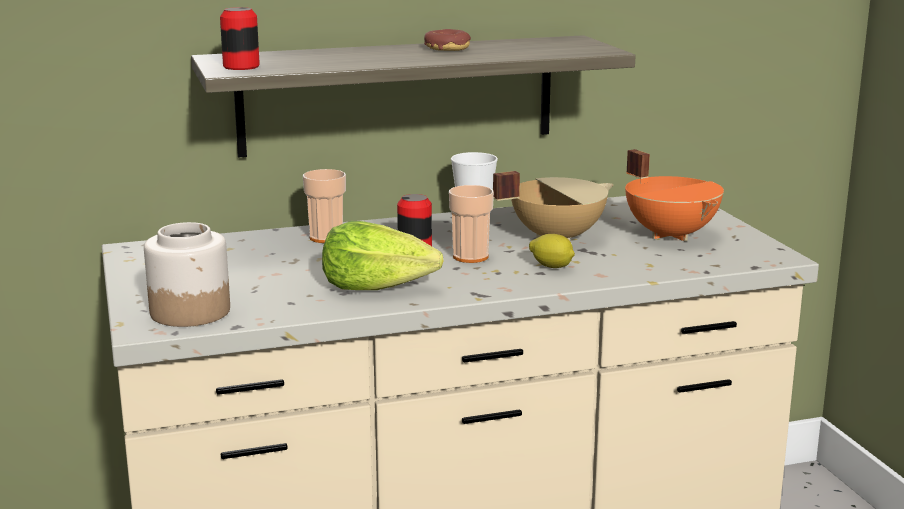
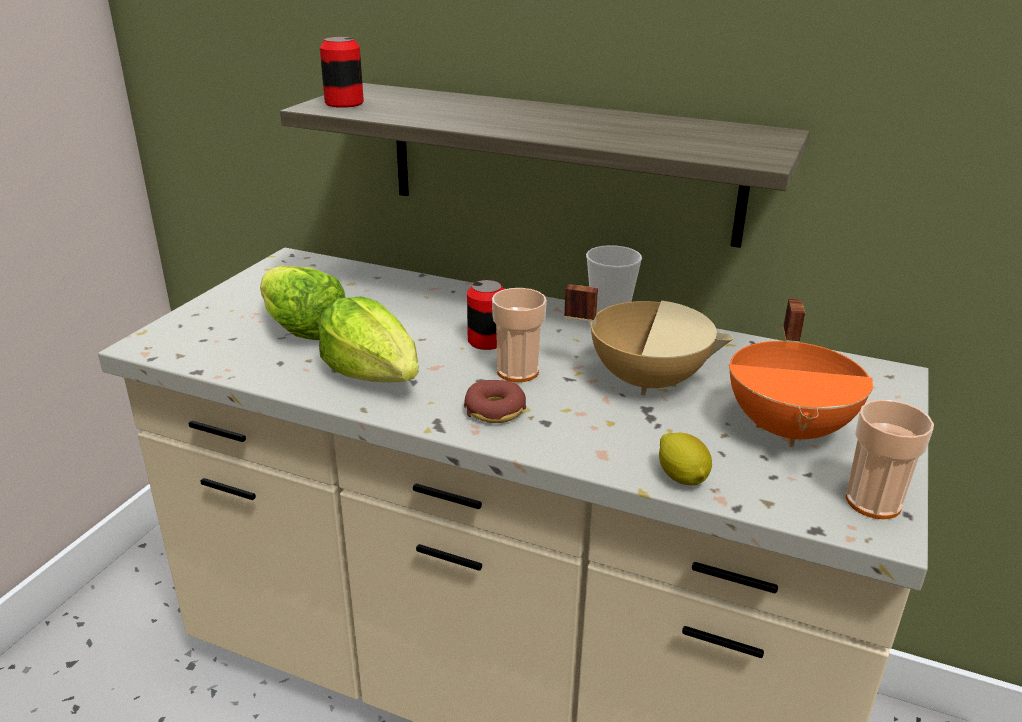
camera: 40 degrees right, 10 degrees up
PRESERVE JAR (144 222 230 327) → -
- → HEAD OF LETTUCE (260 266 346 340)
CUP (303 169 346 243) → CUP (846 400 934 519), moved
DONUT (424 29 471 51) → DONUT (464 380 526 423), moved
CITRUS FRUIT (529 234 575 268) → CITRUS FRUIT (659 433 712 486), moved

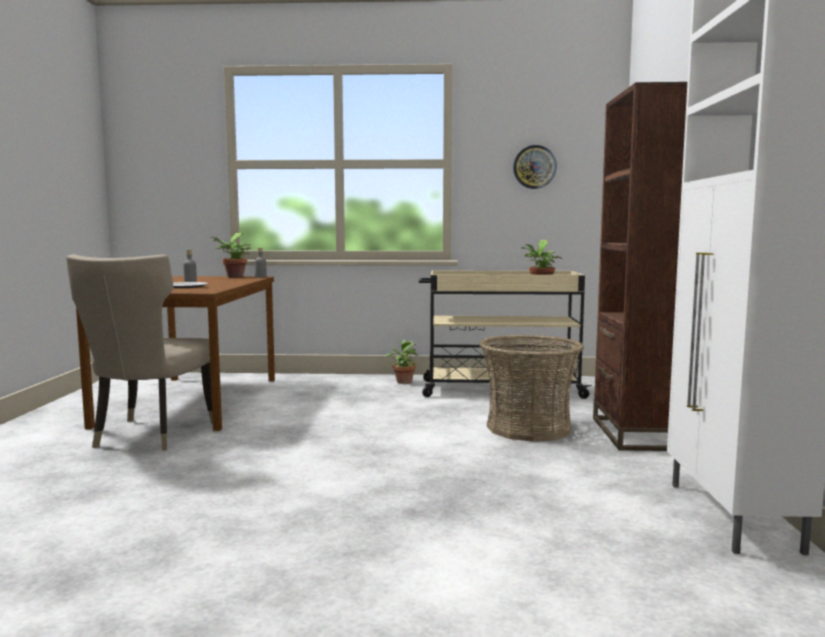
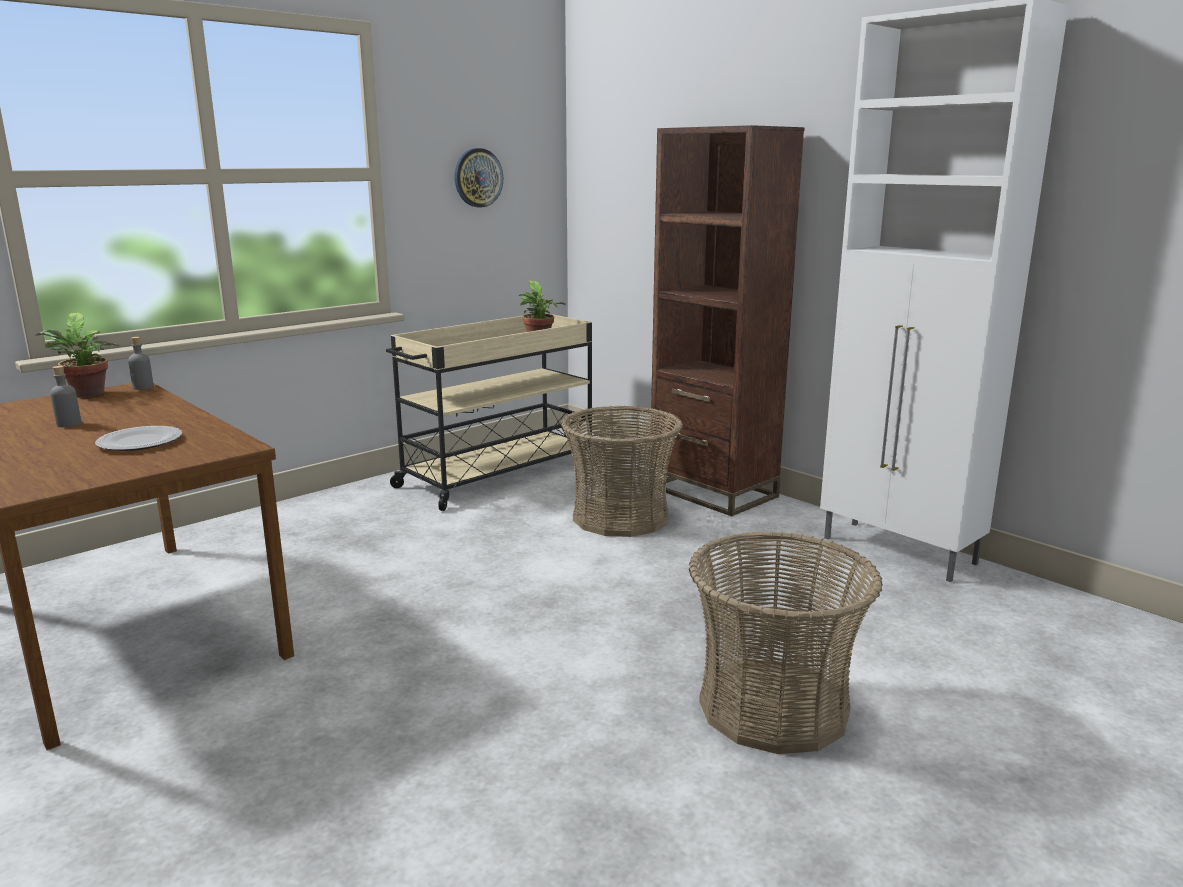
camera: 45 degrees left, 10 degrees up
BEIGE-COLOURED PLAIN CHAIR (66 254 213 451) → -
HOUSEPLANT (384 340 418 384) → -
- → BASKET (689 531 883 754)

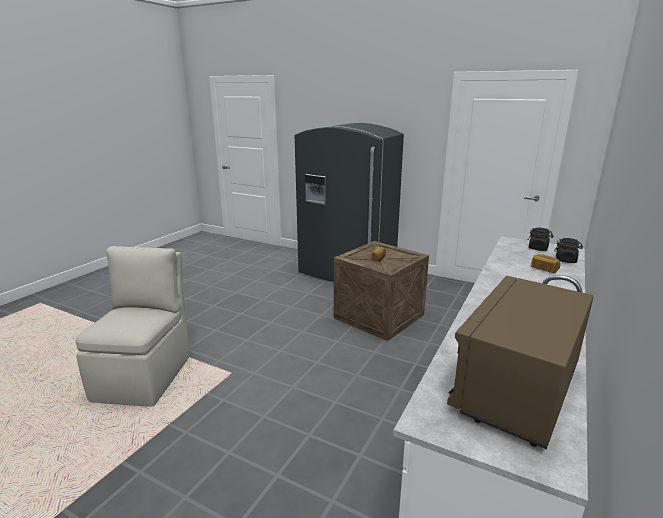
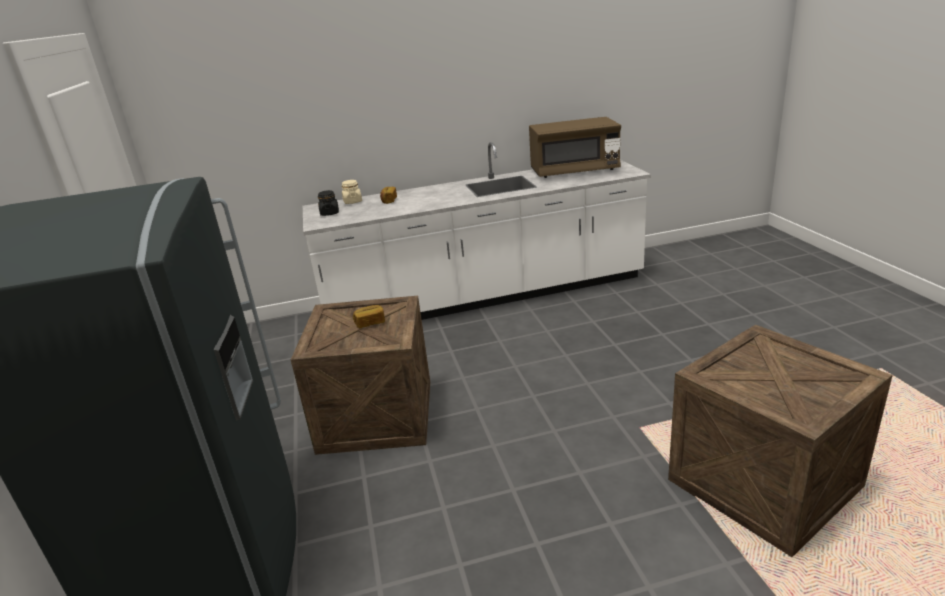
camera: 130 degrees left, 5 degrees up
BEIGE-COLOURED PLAIN CHAIR (76 246 190 407) → SHIPPING CRATE (668 325 893 557)
BLACK PRESERVE JAR (554 238 583 263) → BEIGE-COLOURED PRESERVE JAR (342 180 362 204)

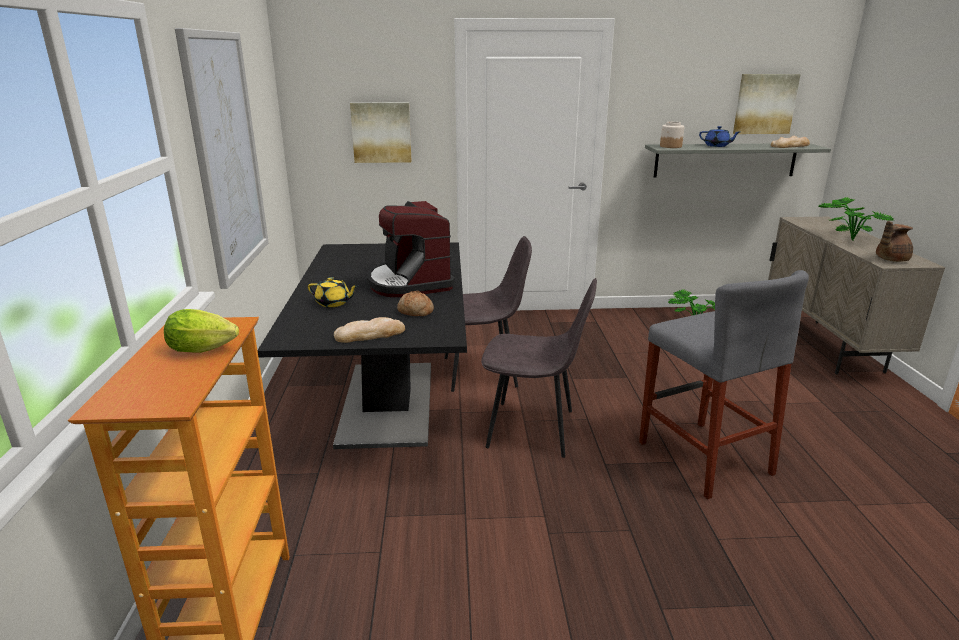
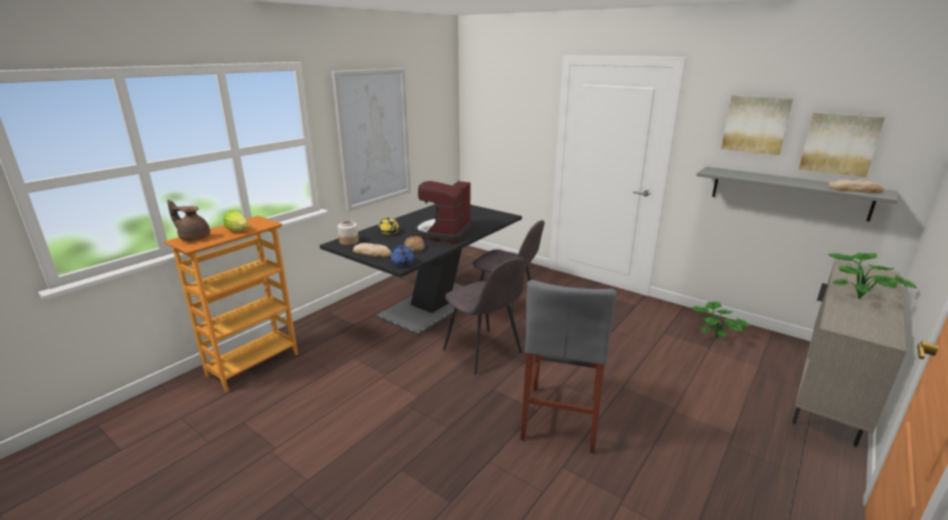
camera: 40 degrees right, 0 degrees up
WALL PICTURE (350 102 412 163) → WALL PICTURE (721 95 793 155), moved
PRESERVE JAR (660 122 684 148) → PRESERVE JAR (338 220 359 245), moved
BLUISH POT FOR TEA (699 126 739 147) → BLUISH POT FOR TEA (390 245 414 266), moved
BROWN POT FOR TEA (876 221 913 262) → BROWN POT FOR TEA (167 200 210 241), moved

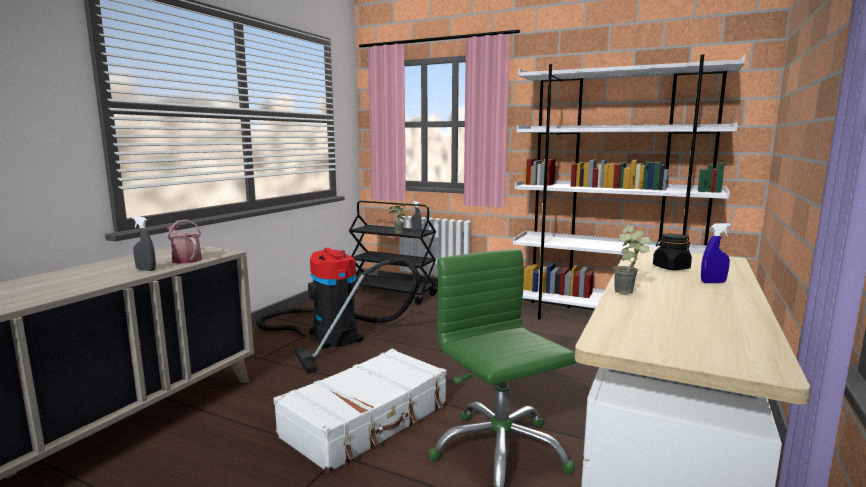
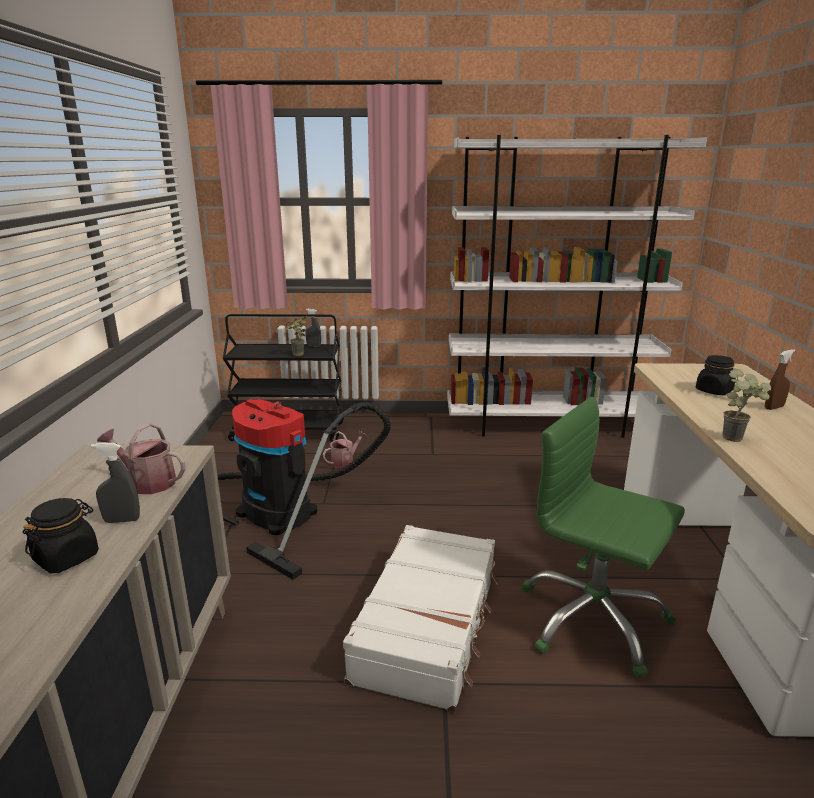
camera: 25 degrees left, 10 degrees up
- → BLACK PRESERVE JAR (23 498 99 573)
- → WATERING CAN (323 431 367 468)
BLUISH HAND SPRAYER (701 223 731 283) → BROWN HAND SPRAYER (765 349 795 410)

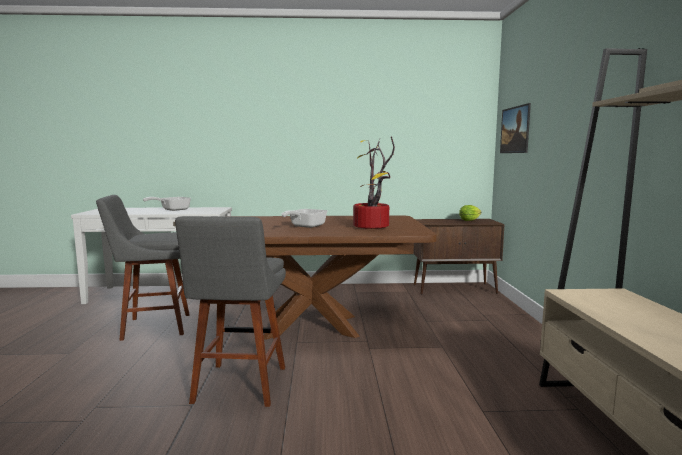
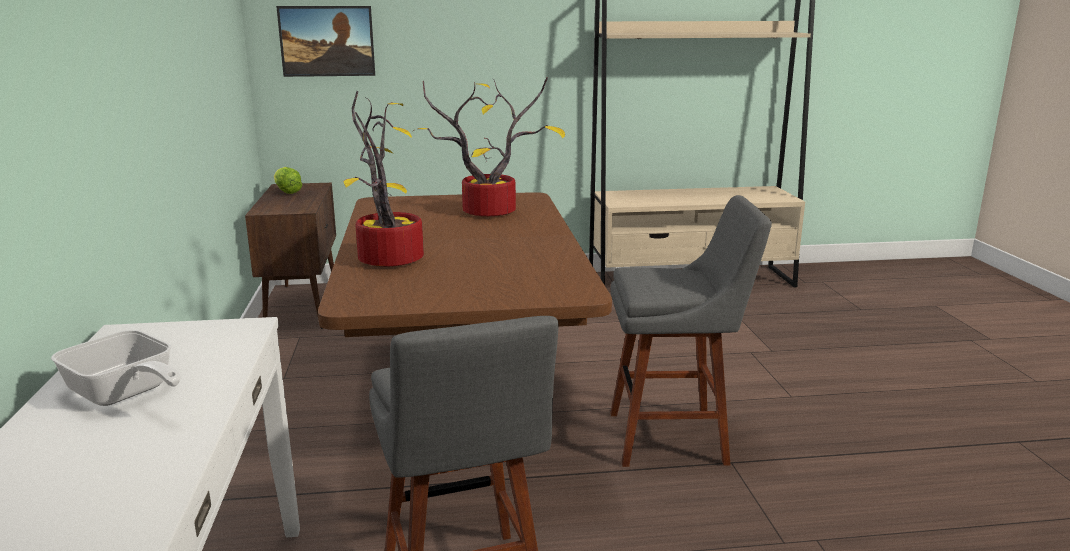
camera: 95 degrees left, 10 degrees up
PAN (282 209 327 228) → -
- → HOUSEPLANT (344 91 424 266)

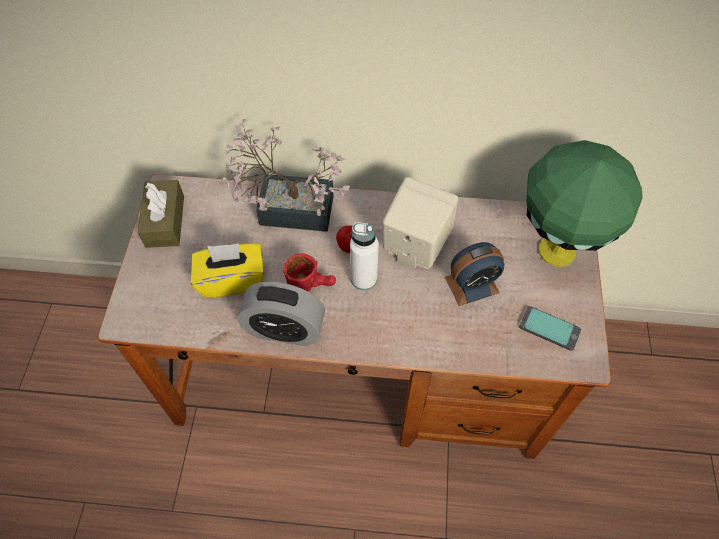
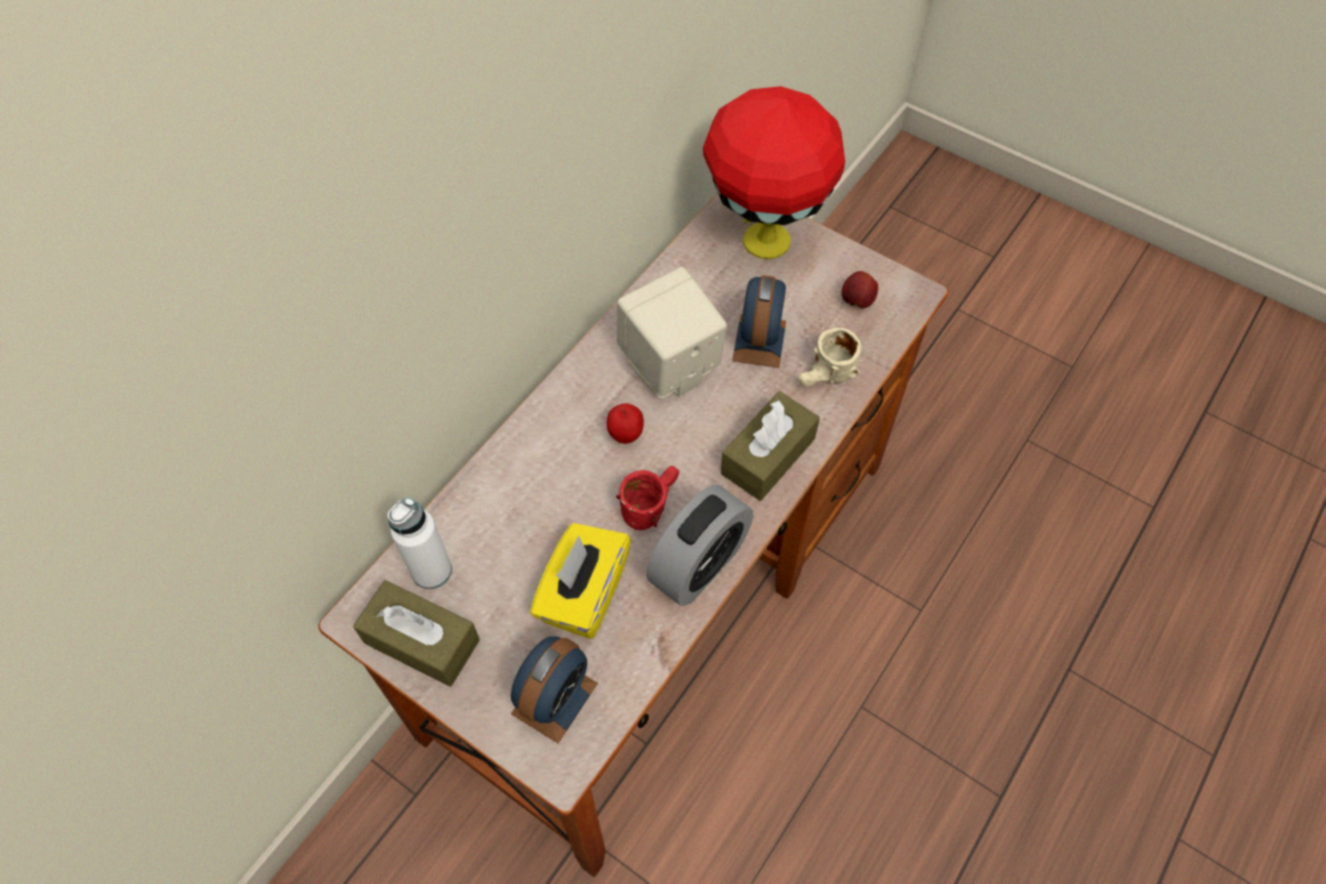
camera: 60 degrees left, 0 degrees up
HOUSEPLANT (222 119 350 232) → -
- → TABLE CLOCK (511 636 598 743)
- → BROWN BOX OF TISSUES (721 391 820 501)
- → BEIGE-COLOURED MUG (798 327 861 386)
WHITISH BEVERAGE BOTTLE (350 222 379 290) → WHITISH BEVERAGE BOTTLE (387 498 452 589), moved
PHONE (519 306 581 351) → APPLE FRUIT (842 271 878 308)
GREENISH TABLE LAMP (526 140 643 267) → REDDISH TABLE LAMP (703 86 845 259)

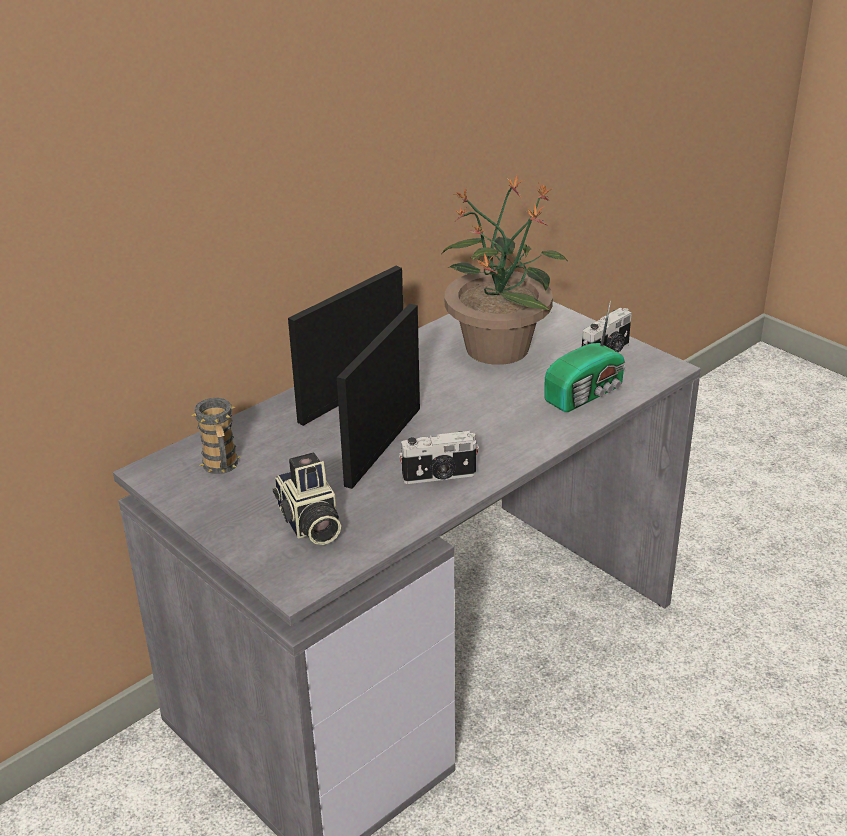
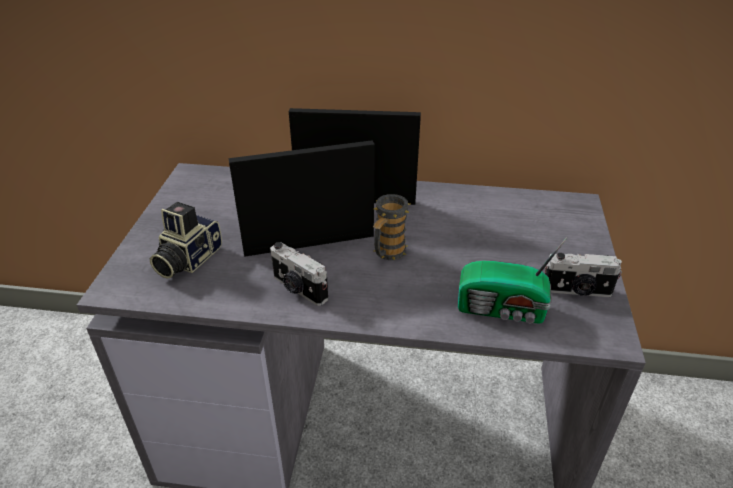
camera: 50 degrees right, 5 degrees up
HOUSEPLANT (442 174 568 365) → -
MUG (191 398 240 474) → MUG (373 194 410 260), moved

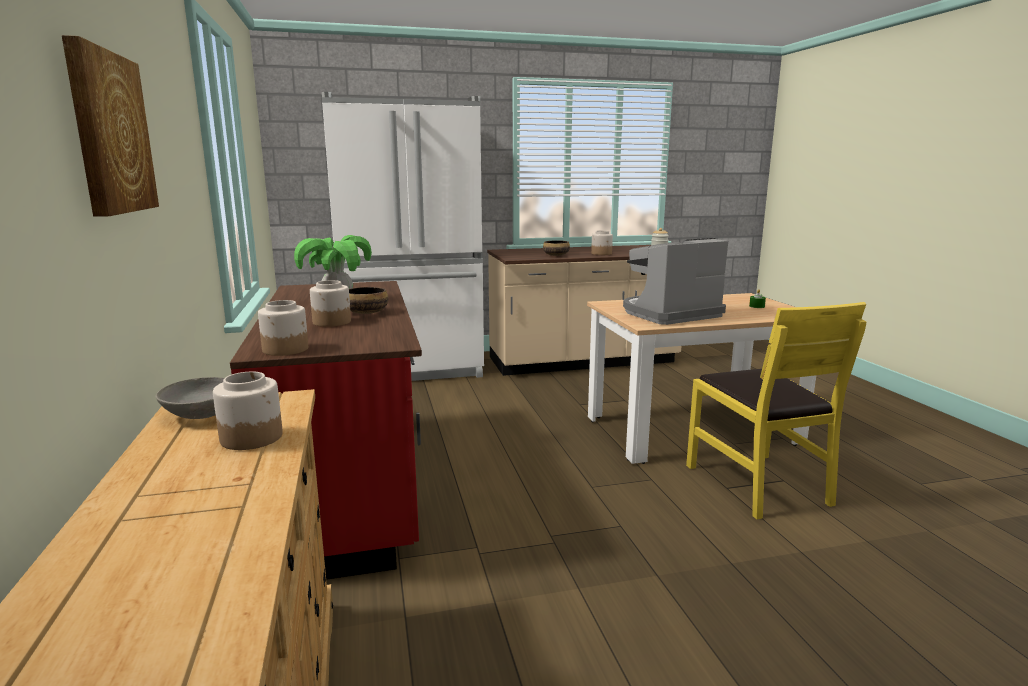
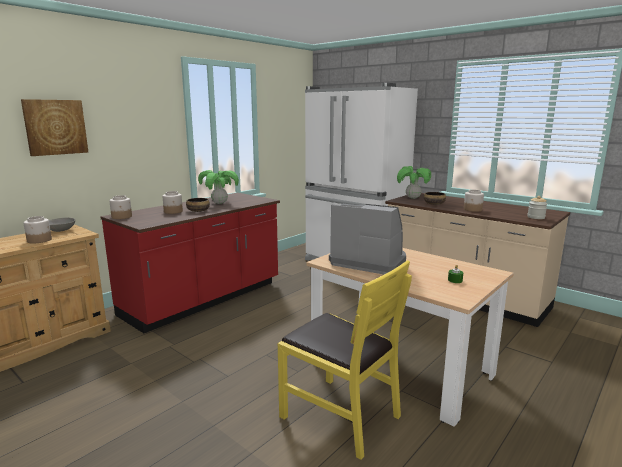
camera: 55 degrees right, 0 degrees up
- → HOUSEPLANT (397 166 431 199)
YELLOW-COLOURED PLAIN CHAIR (686 302 866 519) → YELLOW-COLOURED PLAIN CHAIR (278 260 412 460), 90 degrees counterclockwise

